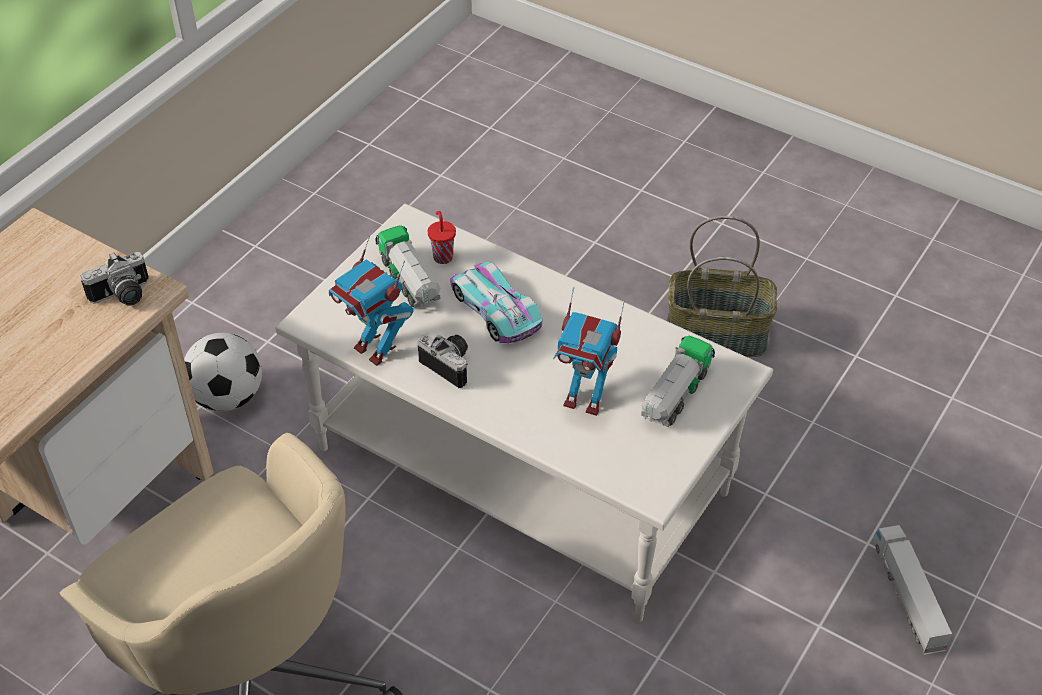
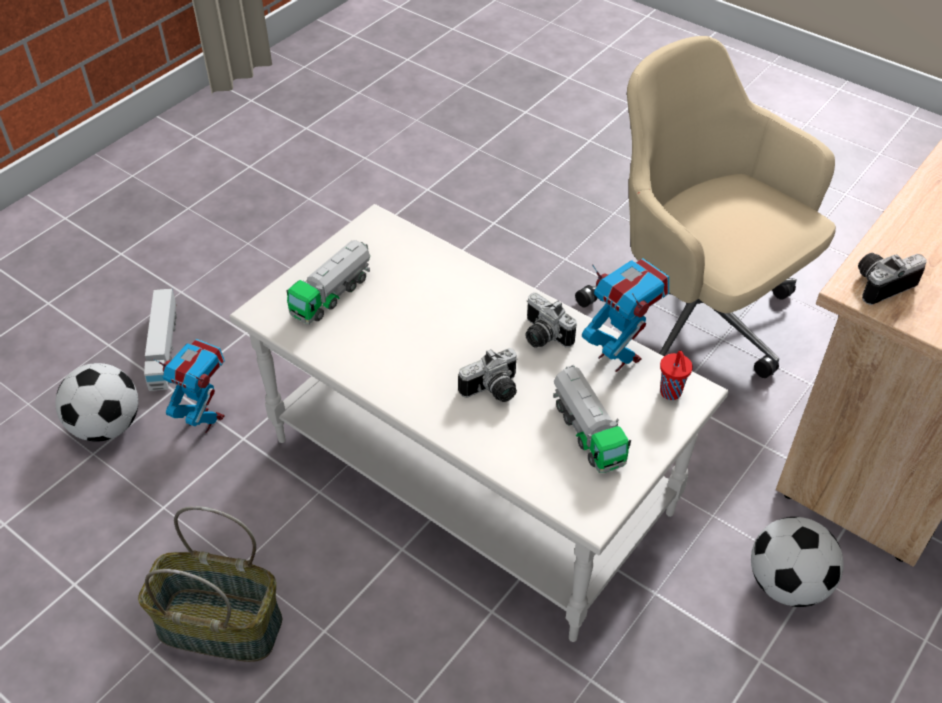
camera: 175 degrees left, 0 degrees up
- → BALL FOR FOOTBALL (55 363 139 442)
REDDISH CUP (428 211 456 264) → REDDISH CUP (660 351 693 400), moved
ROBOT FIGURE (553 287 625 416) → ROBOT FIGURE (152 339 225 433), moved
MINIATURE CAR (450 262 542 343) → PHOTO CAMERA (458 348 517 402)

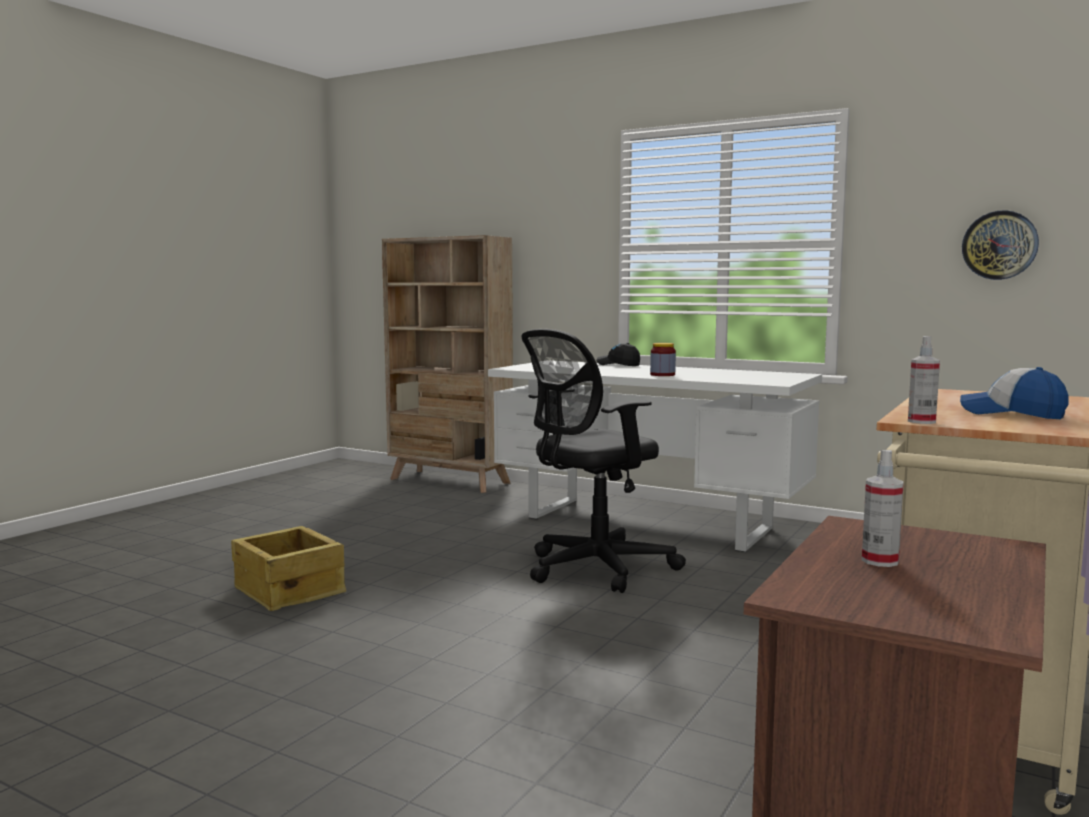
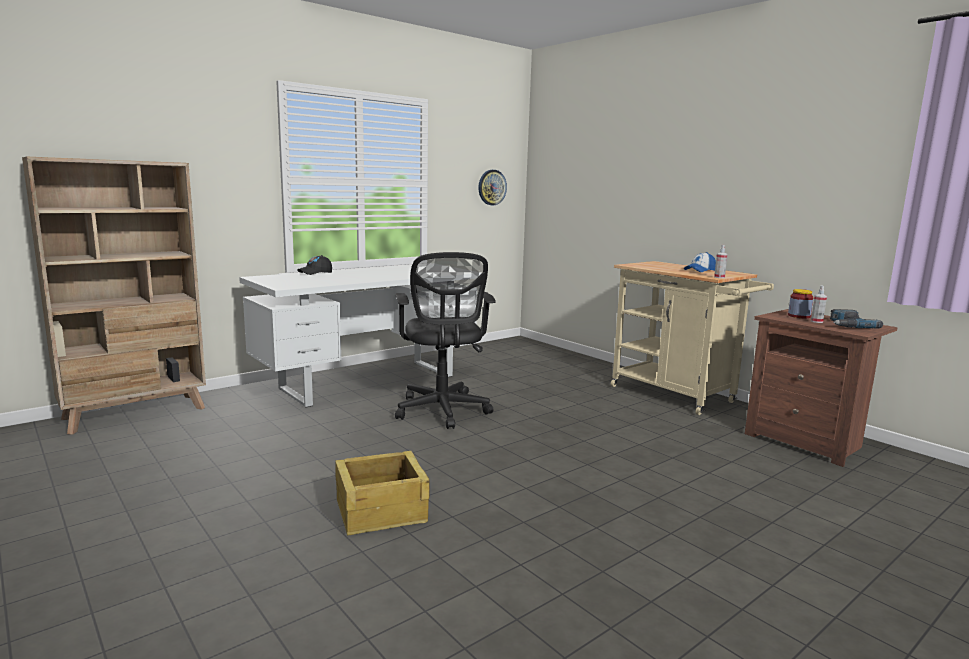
camera: 70 degrees left, 5 degrees up
- → DRILL (830 309 883 328)
PRESERVE JAR (650 343 676 376) → PRESERVE JAR (788 289 814 318), moved

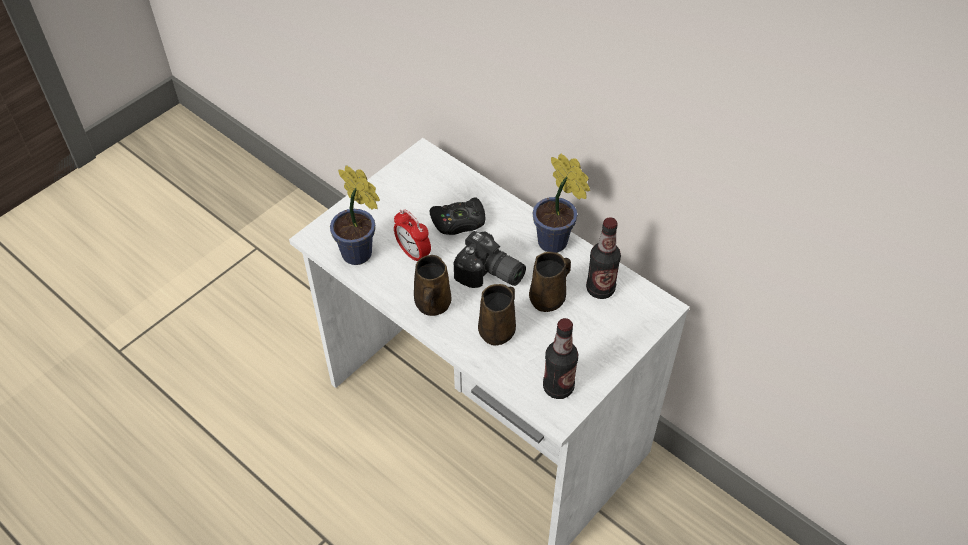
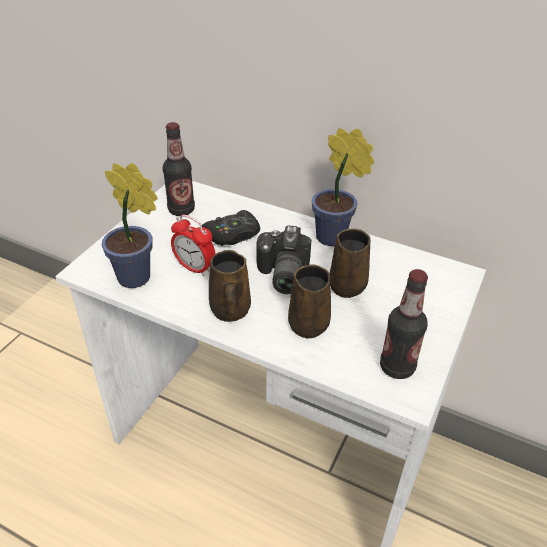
camera: 15 degrees left, 10 degrees down
BEVERAGE BOTTLE (586 217 621 299) → BEVERAGE BOTTLE (163 122 195 216), moved
PHOTO CAMERA (454 231 526 288) → PHOTO CAMERA (256 226 311 294), 75 degrees clockwise

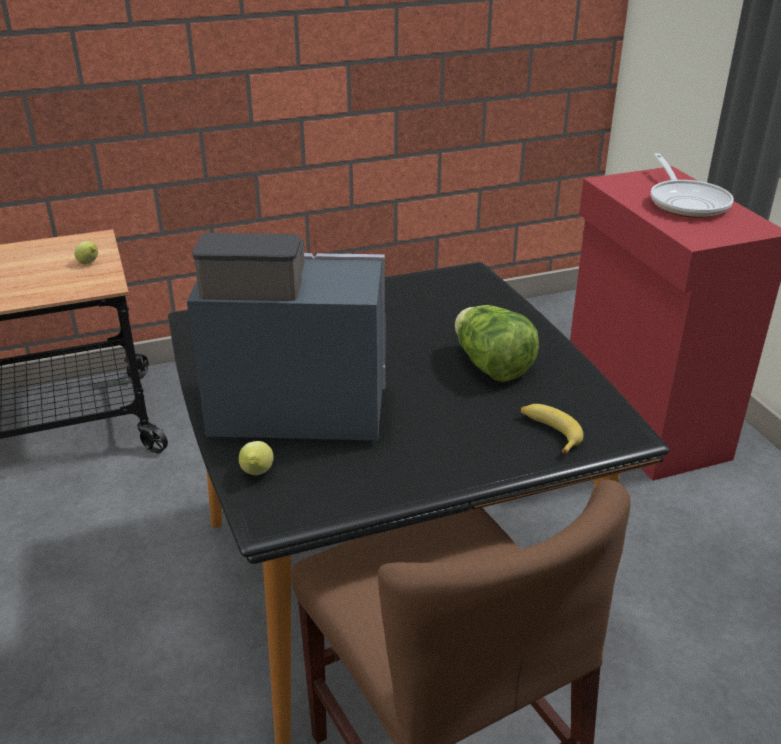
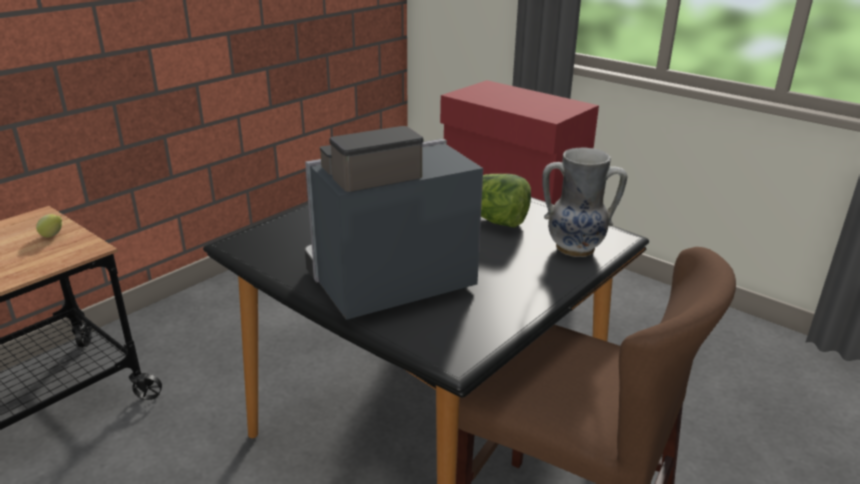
camera: 30 degrees left, 5 degrees down
CITRUS FRUIT (239 441 274 475) → -
PAN (651 153 734 218) → -
WHOLE BANANA (521 404 584 455) → FLOWER VASE (542 147 627 257)

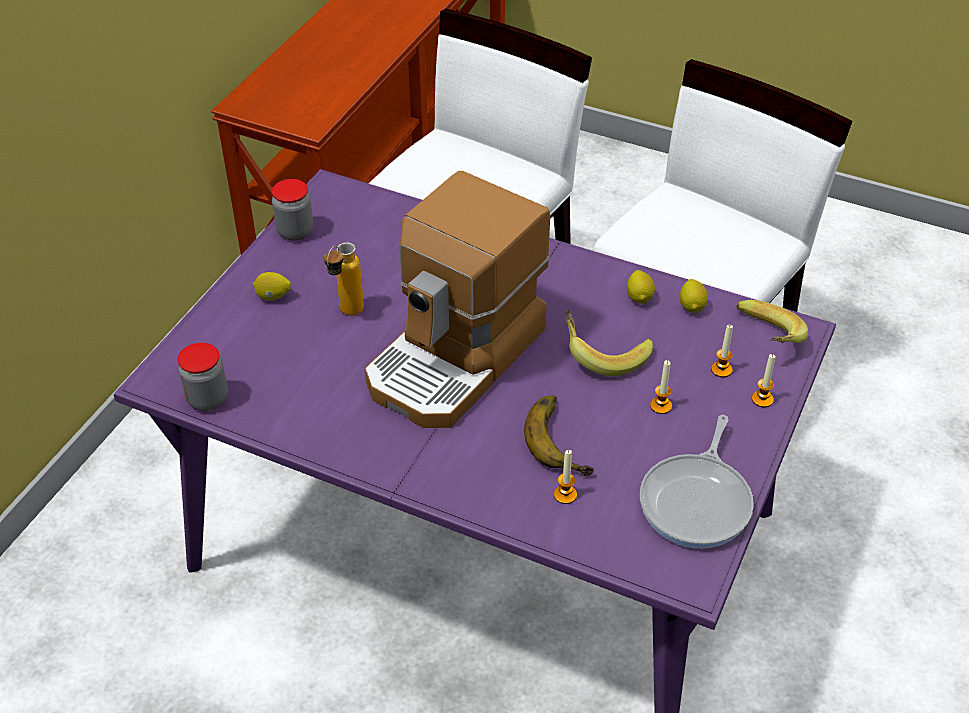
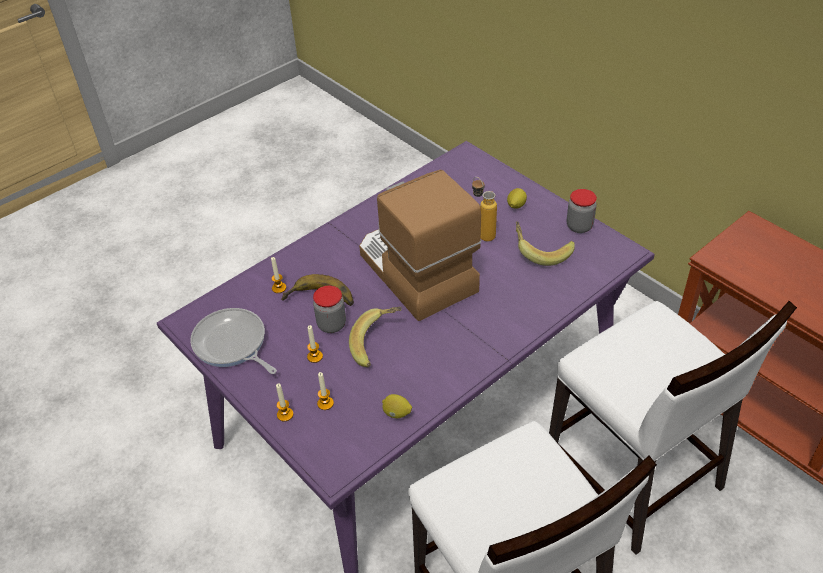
camera: 115 degrees right, 0 degrees up
CITRUS FRUIT (627 270 655 304) → -
PRESERVE JAR (178 343 228 411) → PRESERVE JAR (313 286 346 333), moved
WHOLE BANANA (736 300 808 343) → WHOLE BANANA (516 222 575 266), moved

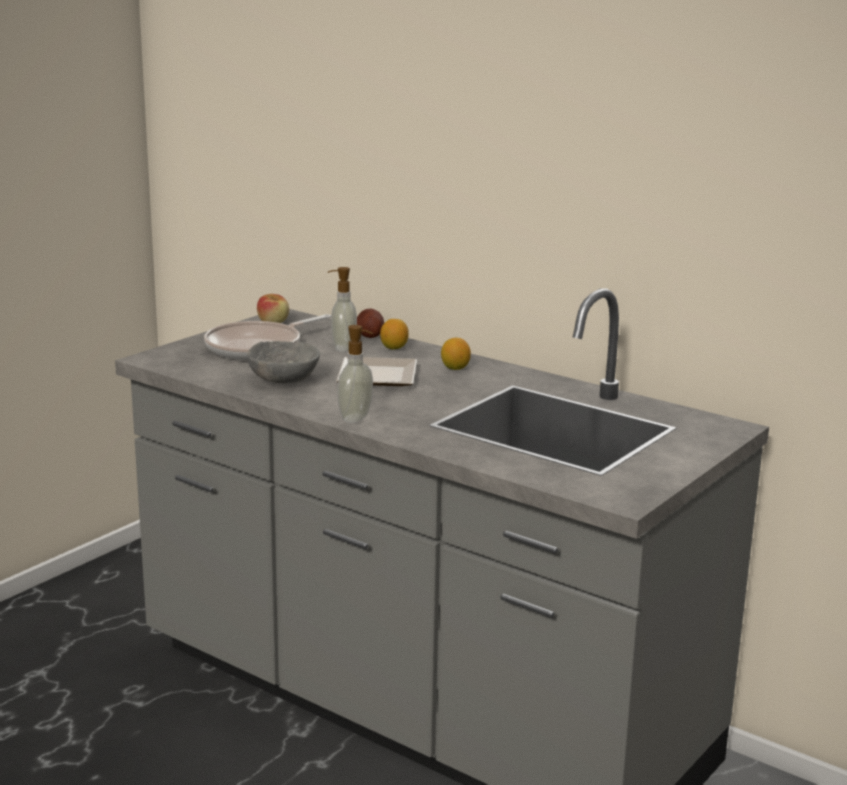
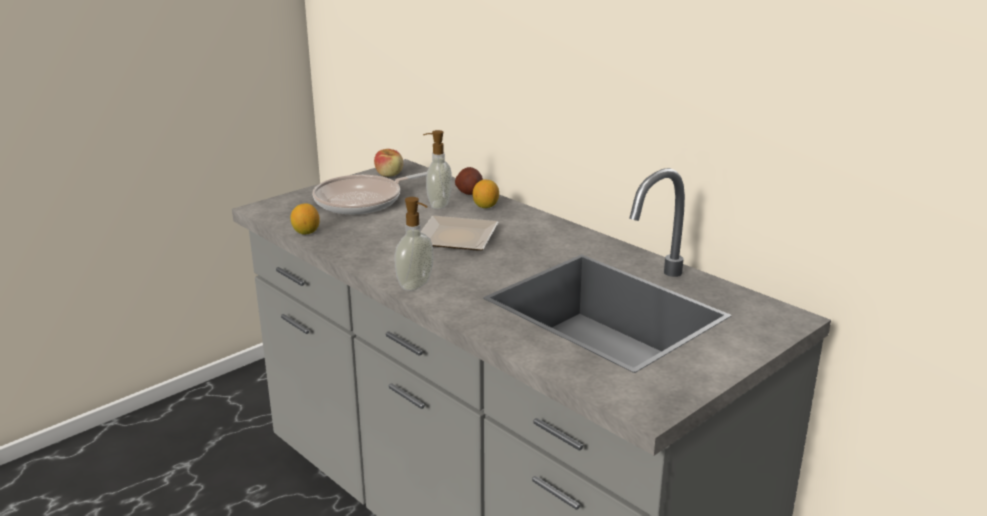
camera: 10 degrees right, 5 degrees up
GREY SERVING BOWL (247 341 320 383) → -
CITRUS FRUIT (441 338 471 370) → CITRUS FRUIT (290 204 320 234), moved

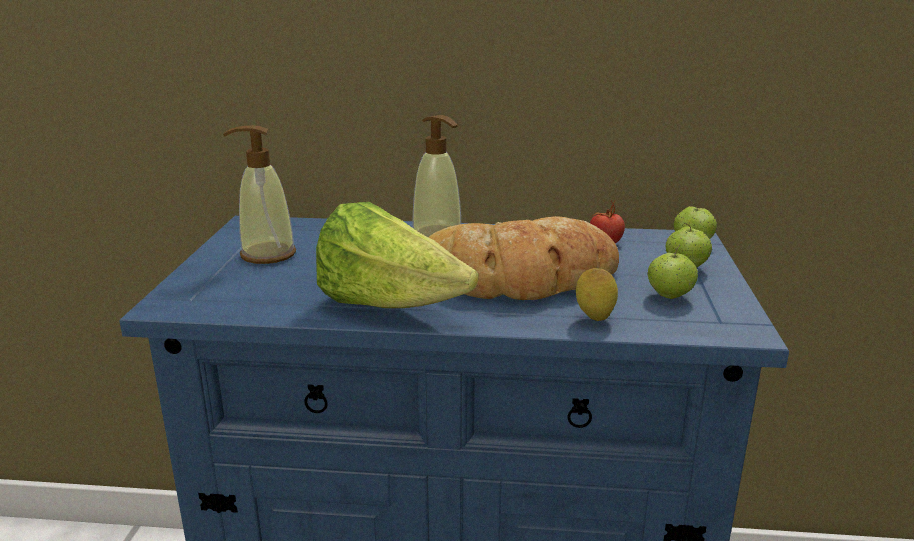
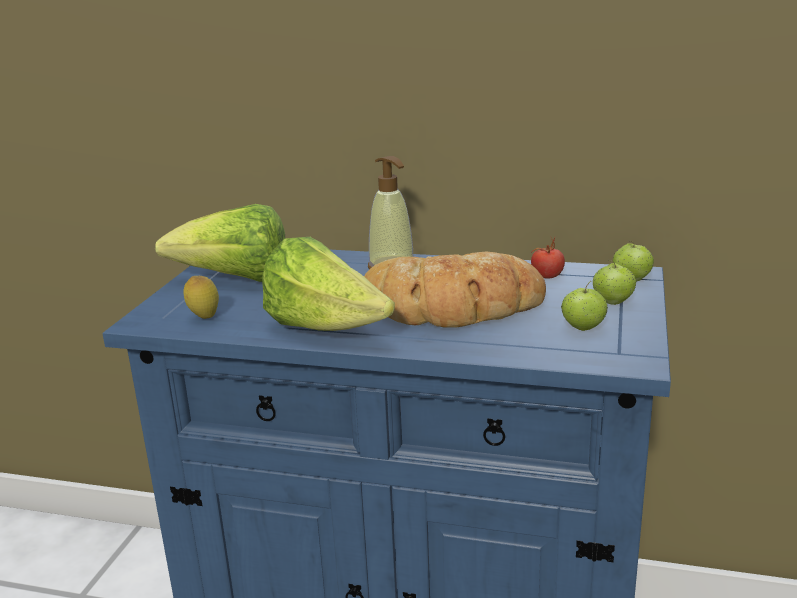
camera: 10 degrees right, 0 degrees up
CITRUS FRUIT (576 268 618 321) → CITRUS FRUIT (183 276 219 319), moved
LIQUID SOAP BOTTLE (223 125 296 264) → HEAD OF LETTUCE (155 204 285 282)

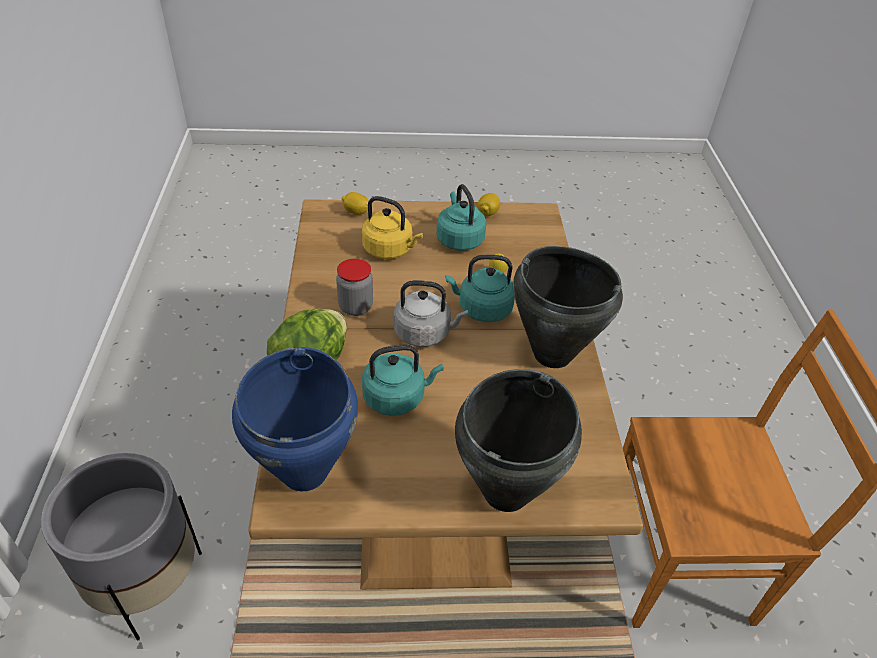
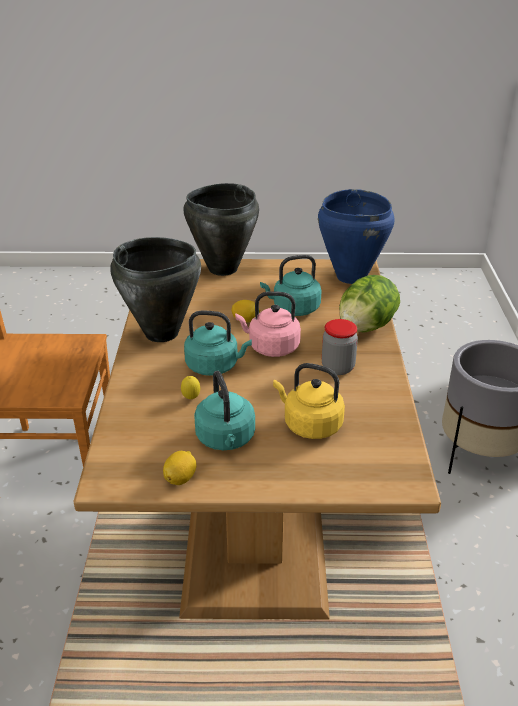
camera: 175 degrees left, 10 degrees down
CITRUS FRUIT (341 192 369 215) → CITRUS FRUIT (231 300 260 323), moved
GREY KETTLE (394 280 468 347) → PINK-COLOURED KETTLE (235 291 301 357)

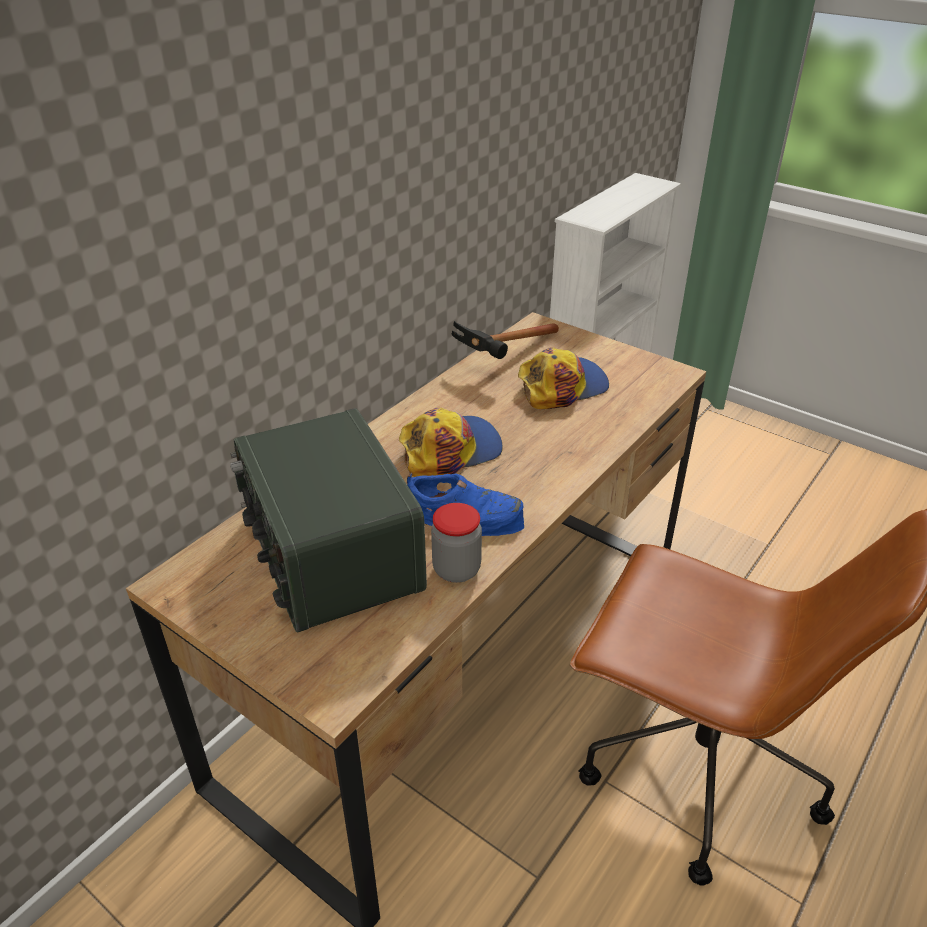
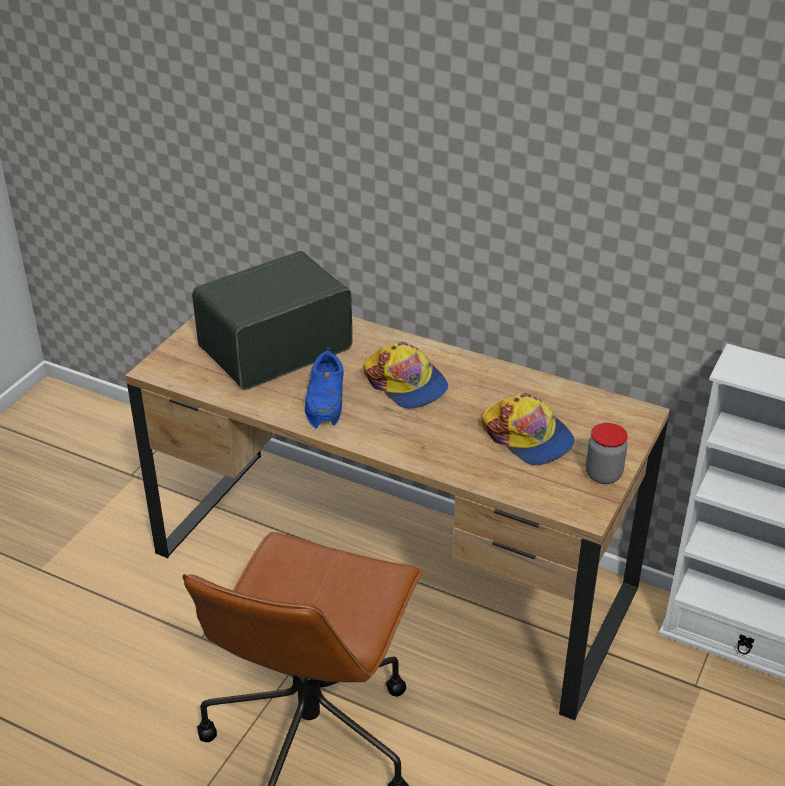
camera: 80 degrees right, 0 degrees up
HAND HAMMER (452 321 559 359) → -
PRESERVE JAR (431 503 482 583) → PRESERVE JAR (586 423 628 484), moved

